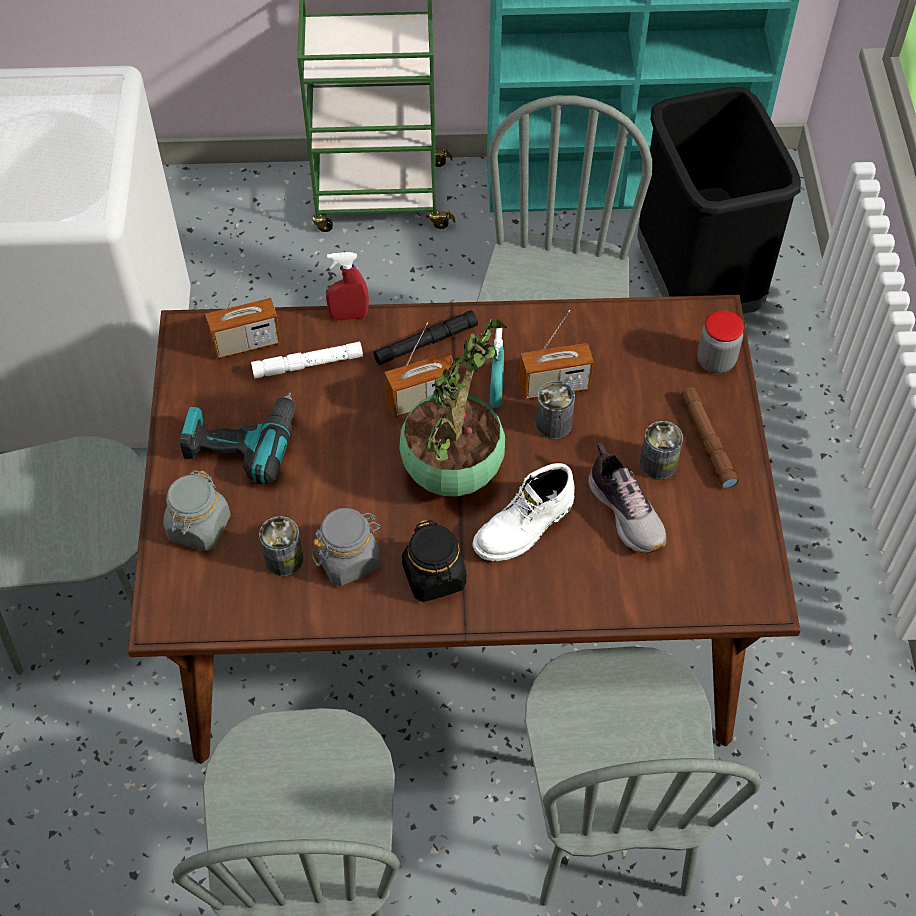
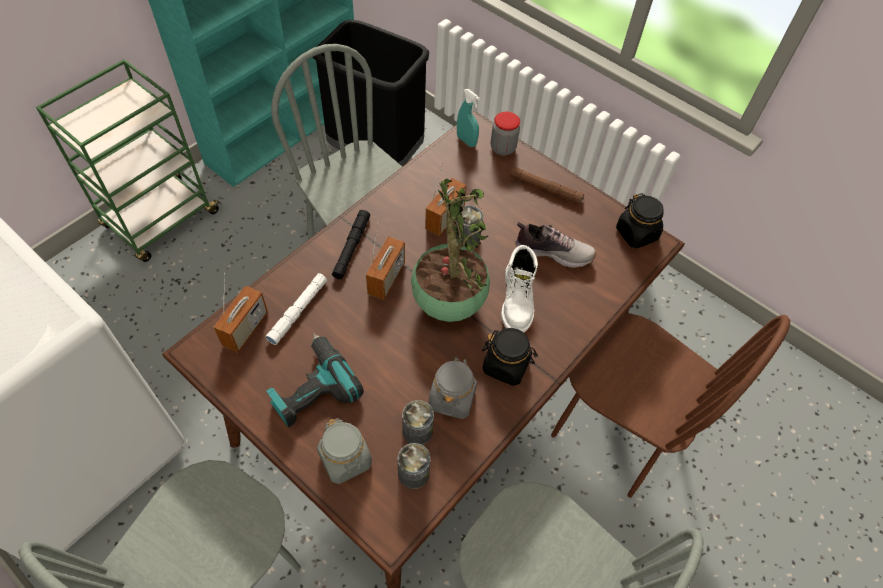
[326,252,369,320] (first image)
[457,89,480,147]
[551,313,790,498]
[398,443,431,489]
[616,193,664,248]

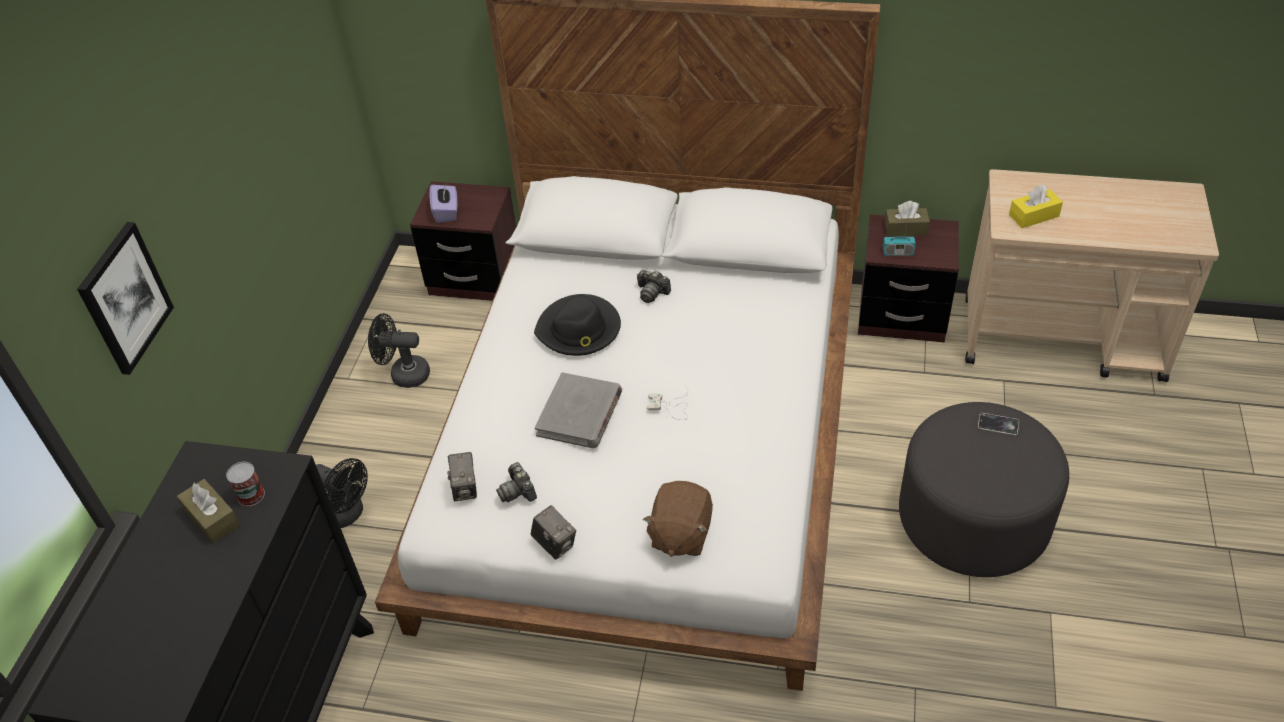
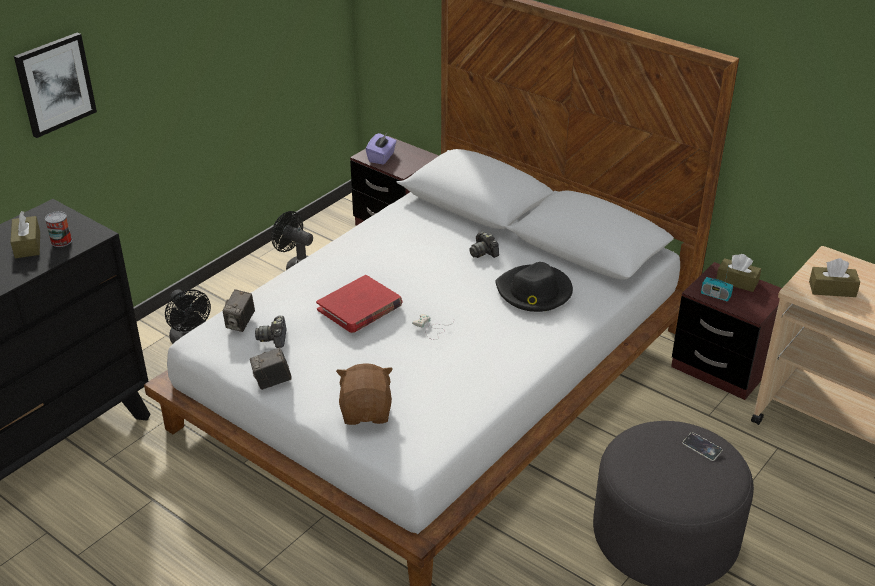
[250,348,292,390]
[496,262,573,312]
[316,275,402,333]
[336,363,393,425]
[809,258,860,297]

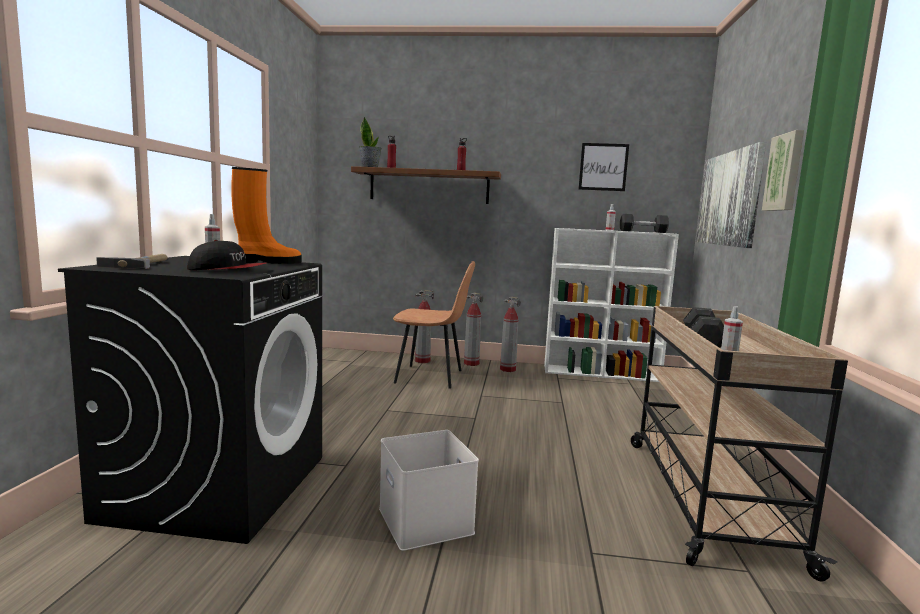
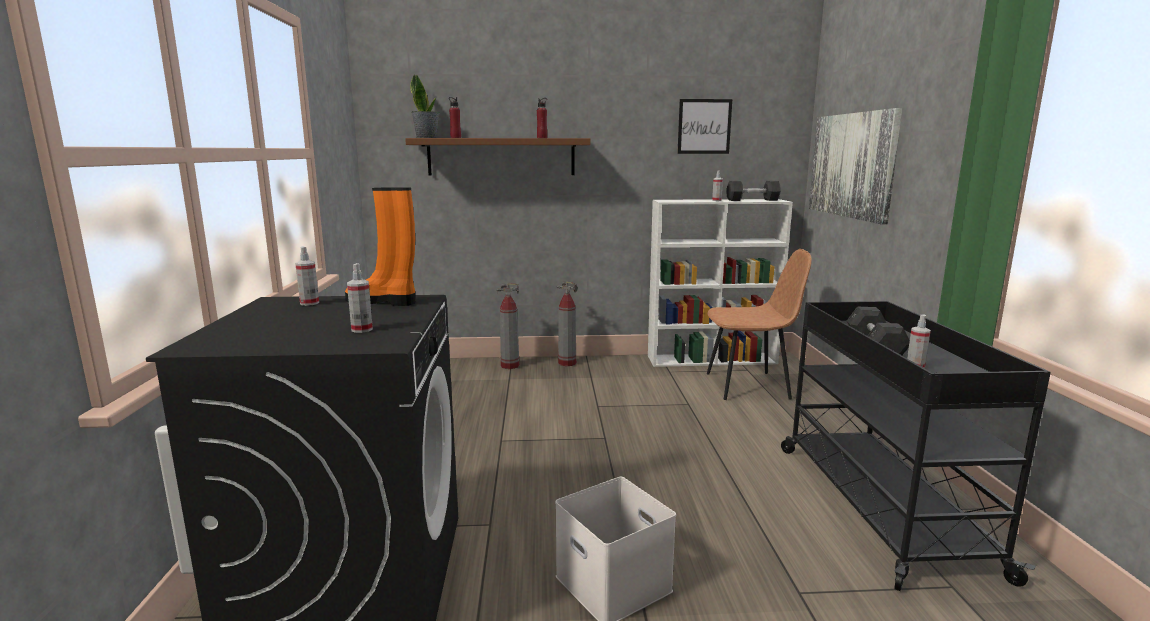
[96,254,168,269] (first image)
[347,263,373,333]
[345,187,415,306]
[707,249,812,400]
[500,297,521,372] (first image)
[781,301,1050,591]
[762,130,804,211] (first image)

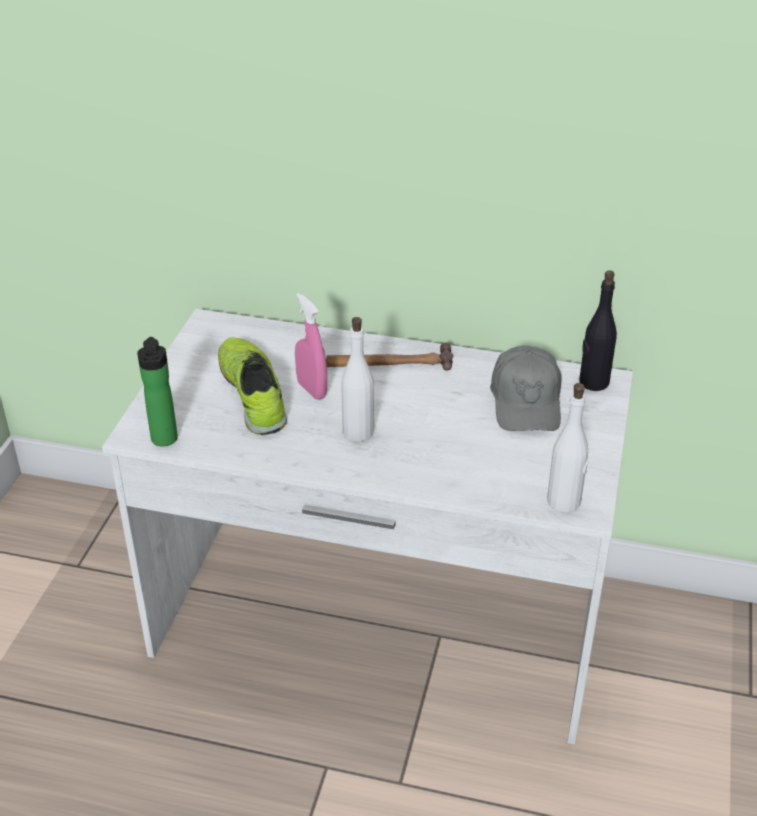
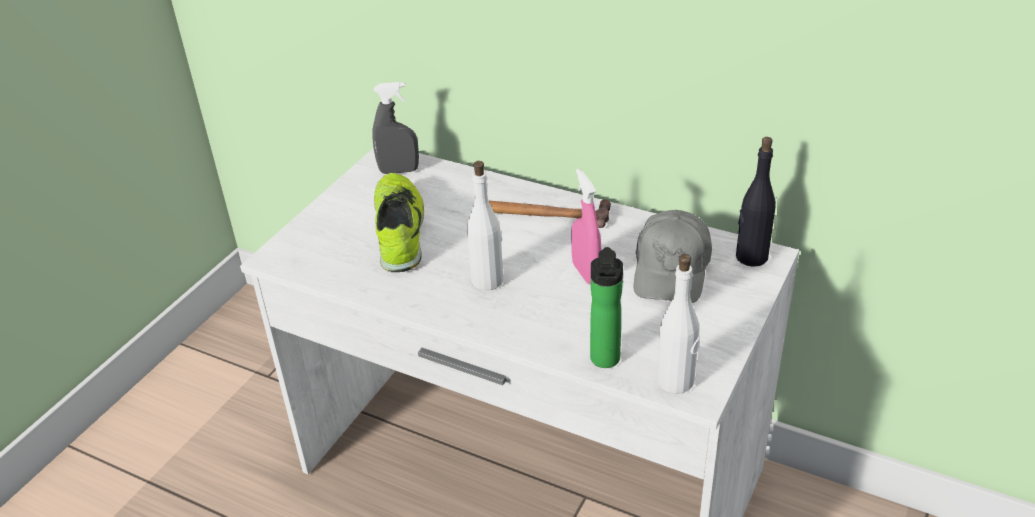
[590,247,623,368]
[571,169,602,285]
[372,82,419,174]

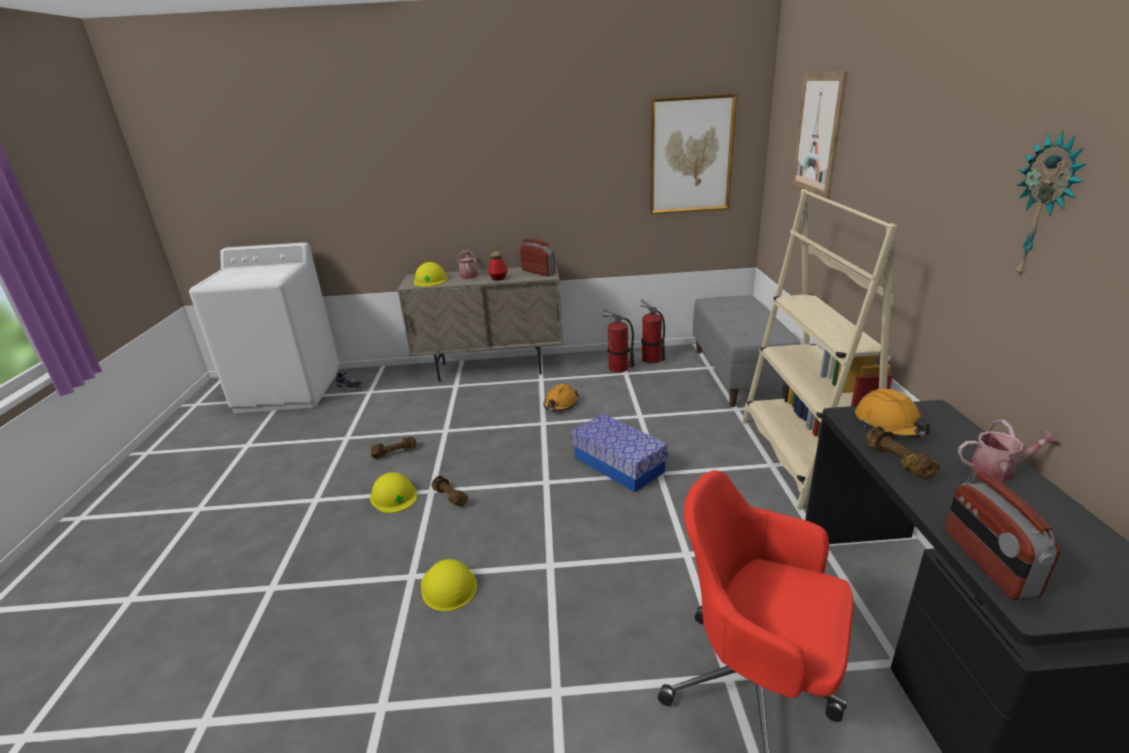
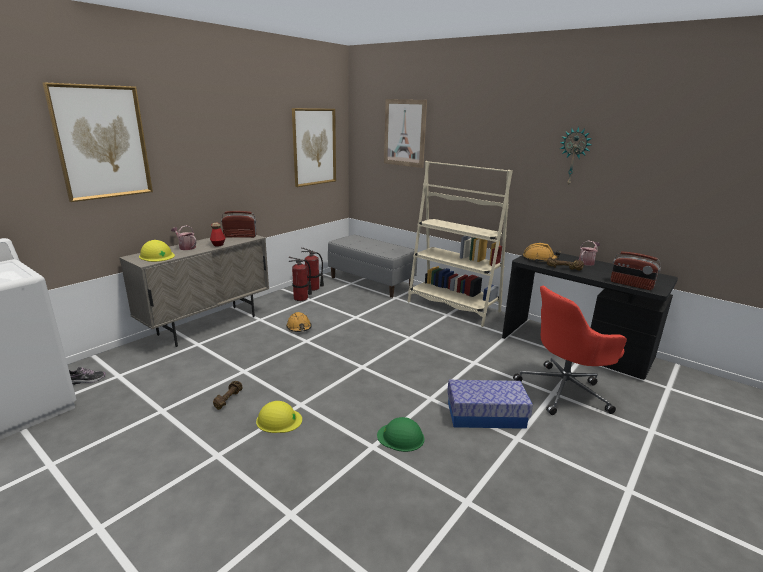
[377,417,424,452]
[431,476,468,506] (first image)
[447,380,533,429]
[43,82,153,202]

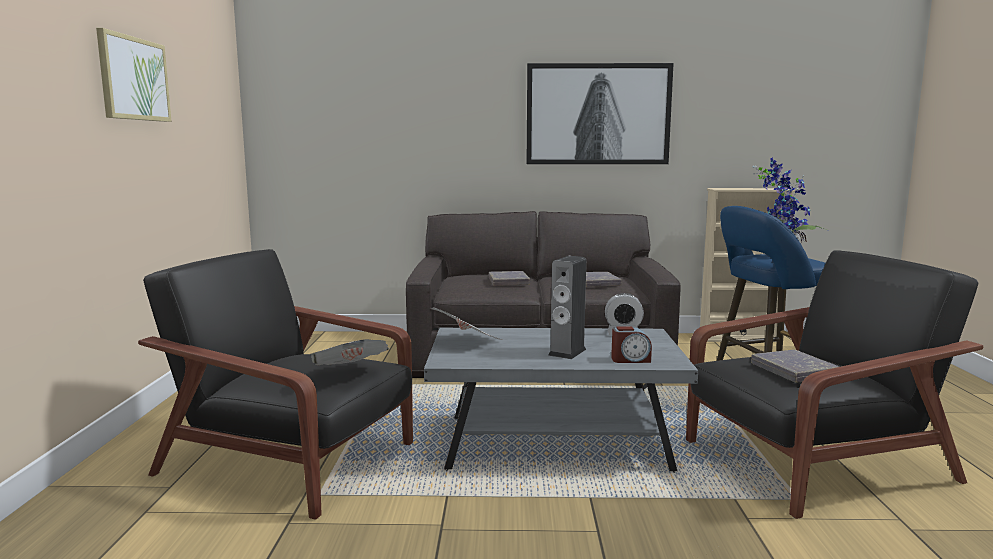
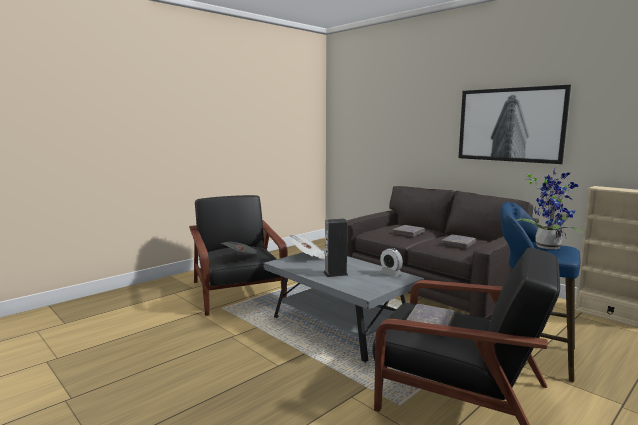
[96,28,172,122] (first image)
[611,326,652,363] (first image)

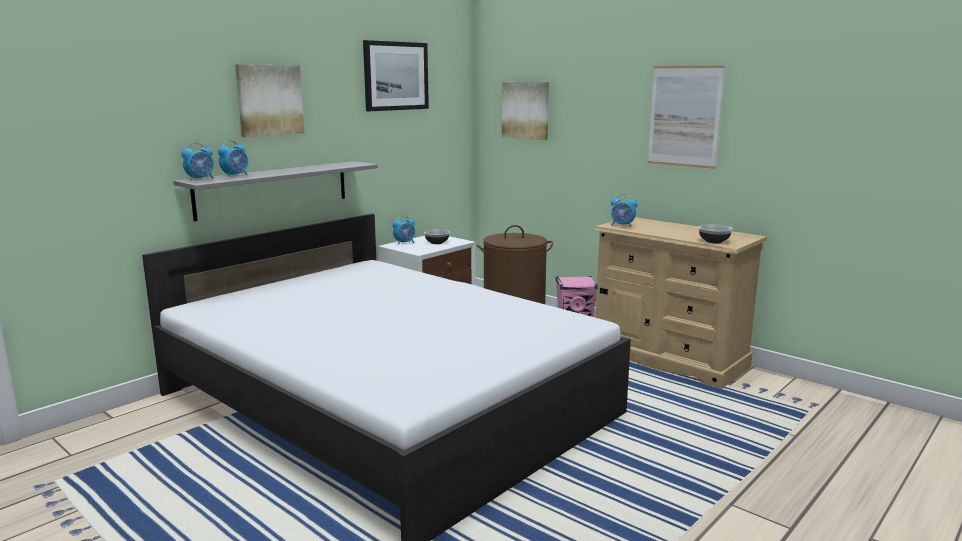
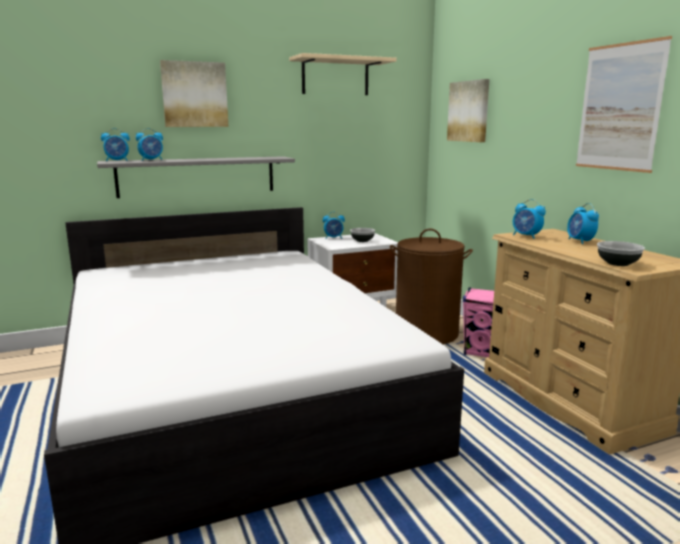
[289,53,397,95]
[567,203,599,244]

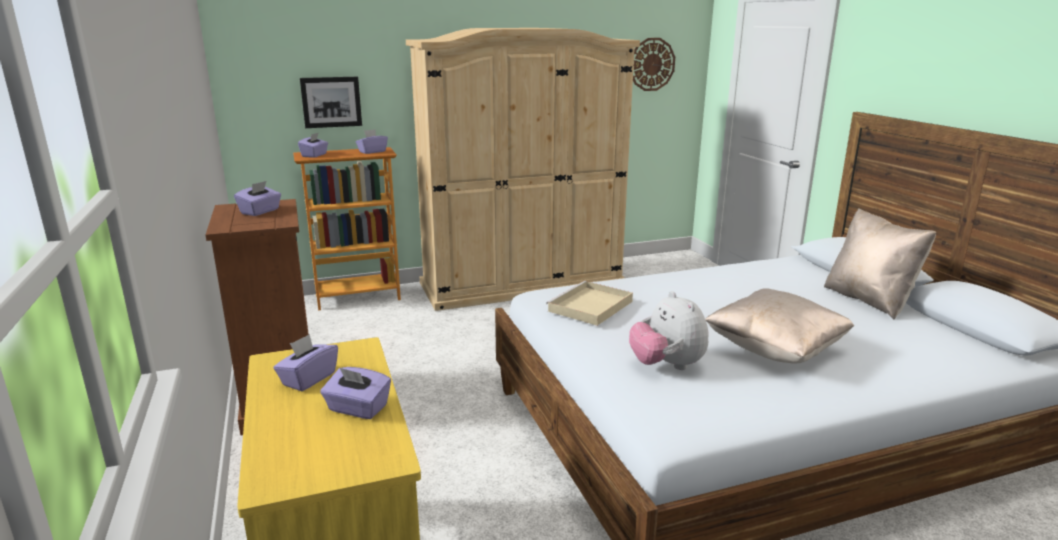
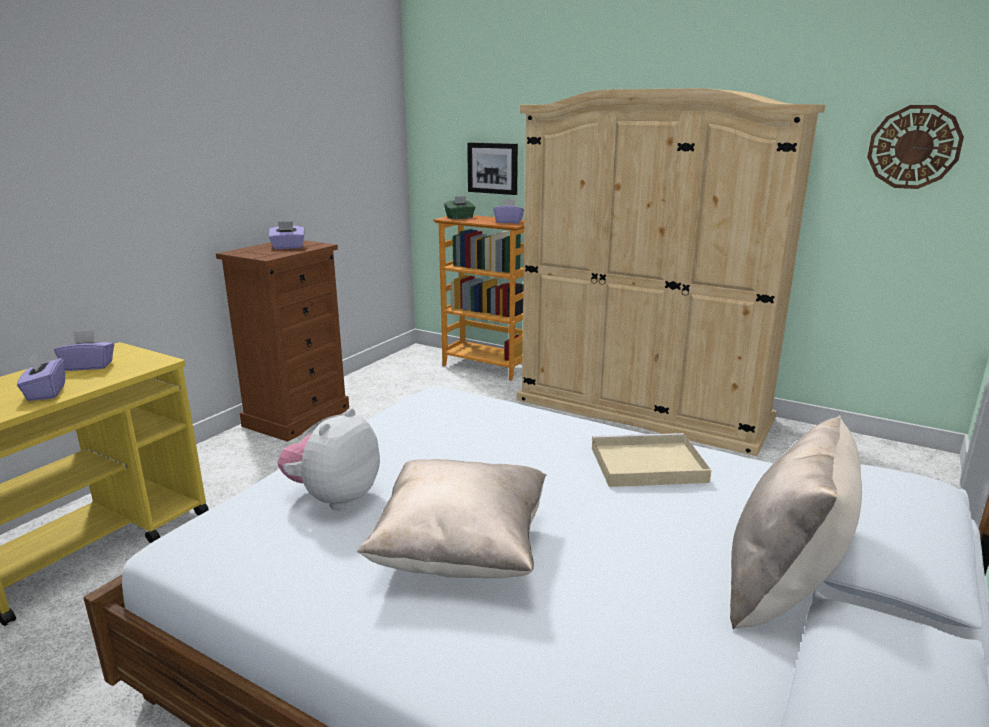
[444,196,476,219]
[592,433,711,487]

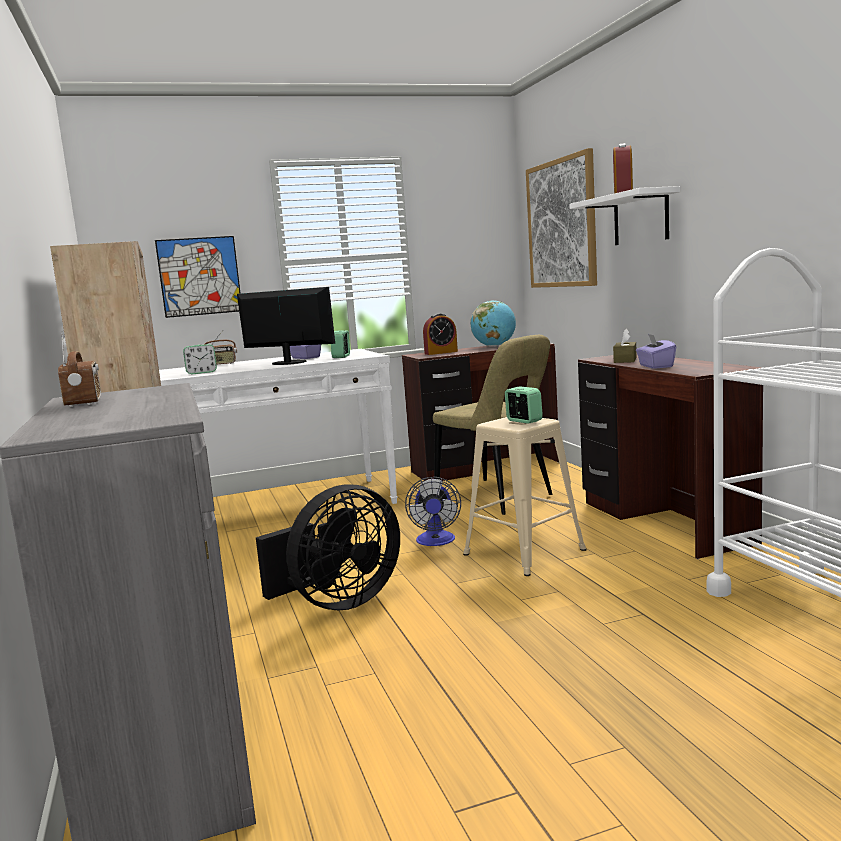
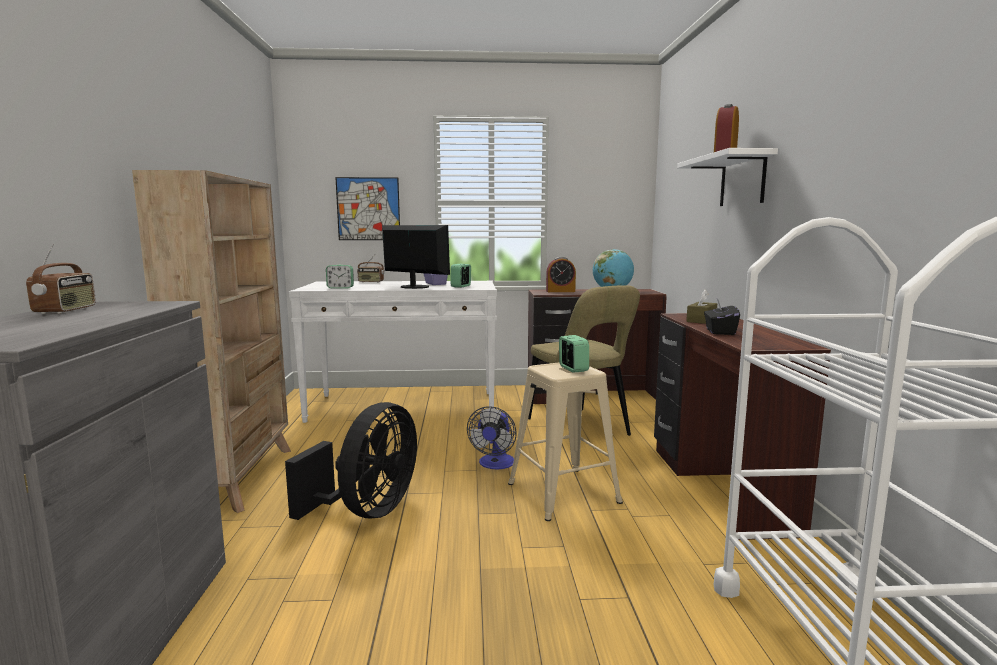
[285,402,417,520]
[526,148,597,288] (first image)
[704,299,740,335]

